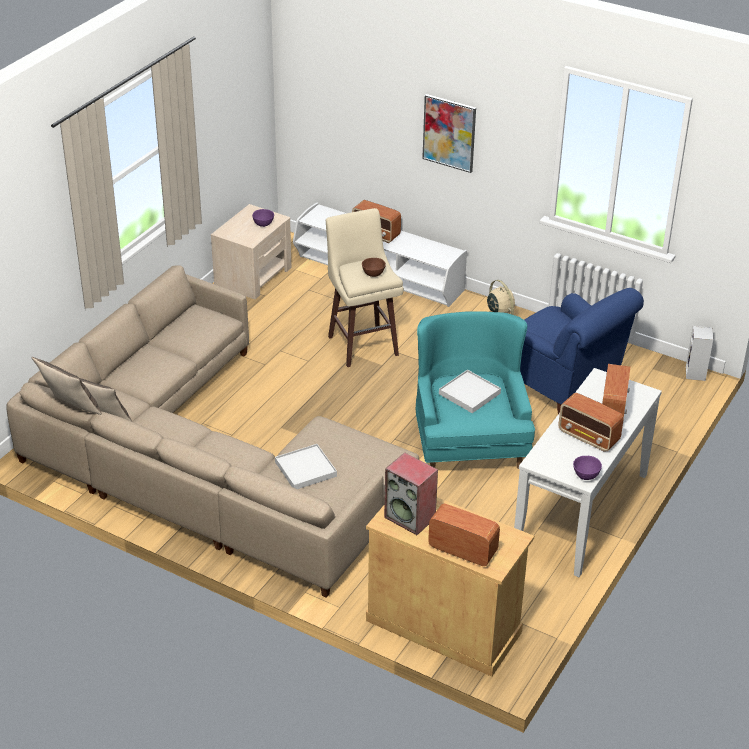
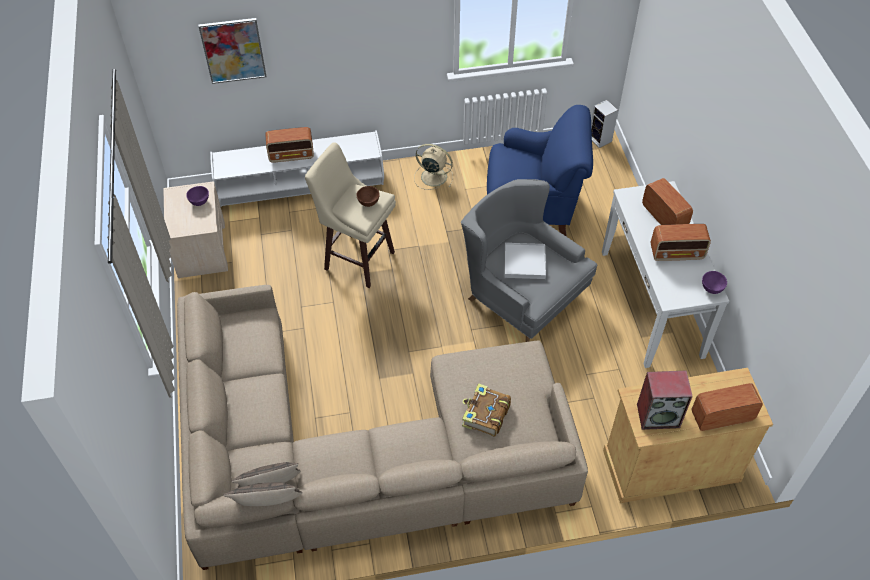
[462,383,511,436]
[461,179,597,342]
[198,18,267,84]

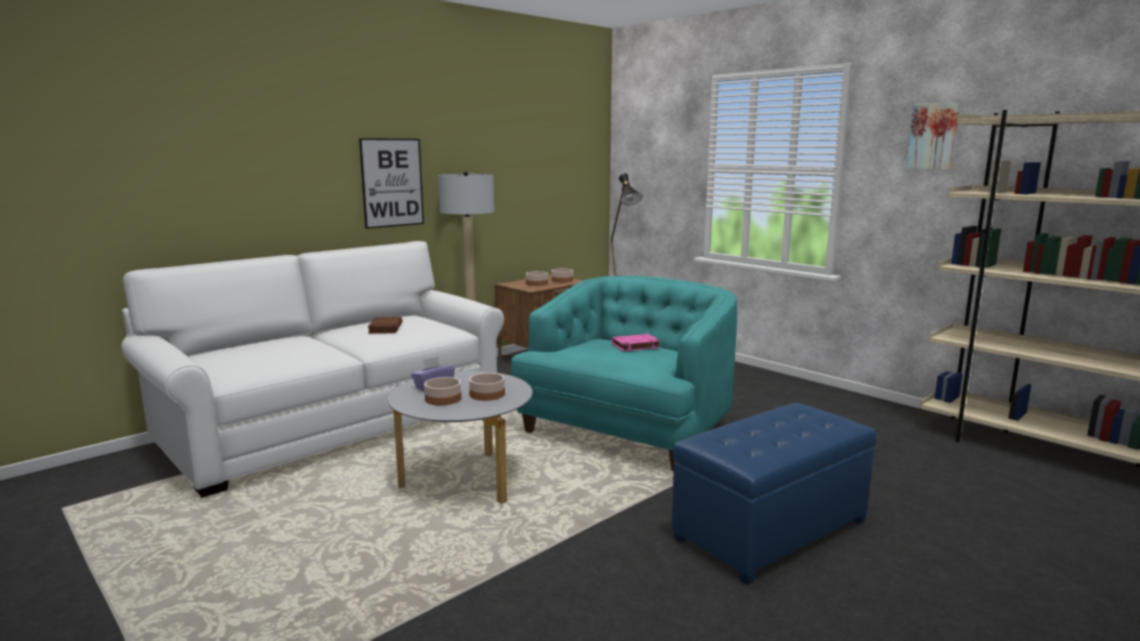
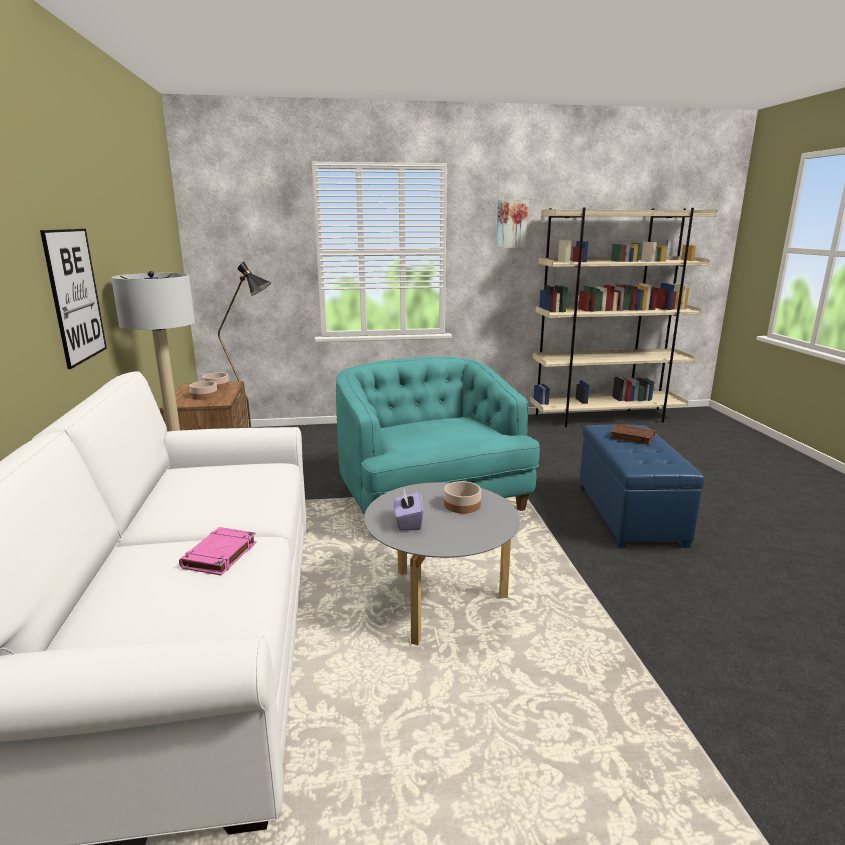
[610,424,655,445]
[424,377,461,406] (first image)
[179,527,257,575]

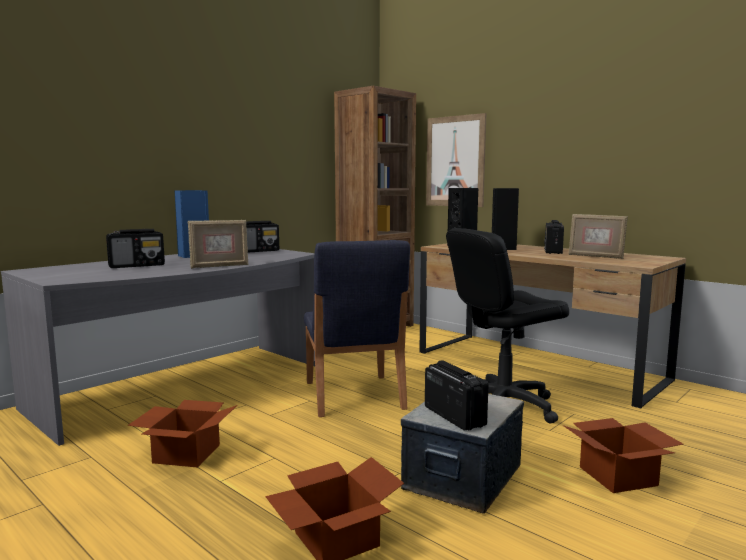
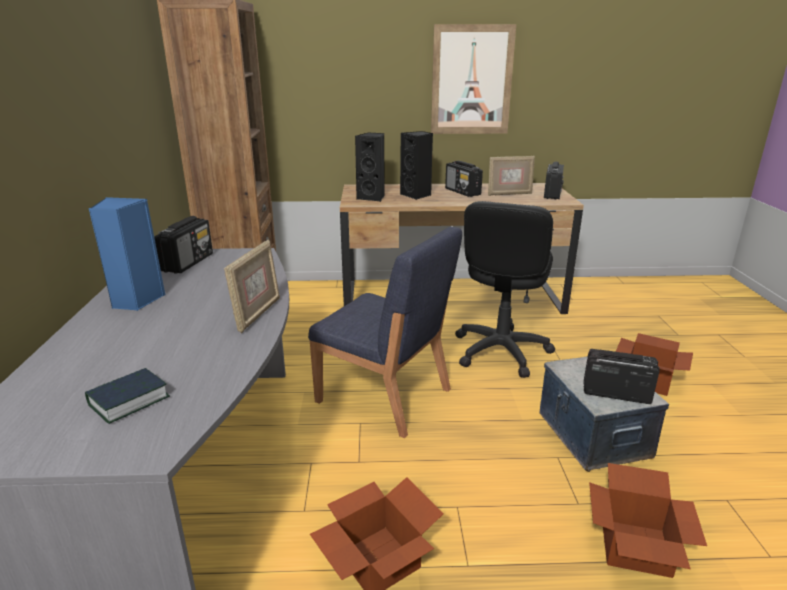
[544,162,564,200]
[431,24,516,134]
[85,368,170,424]

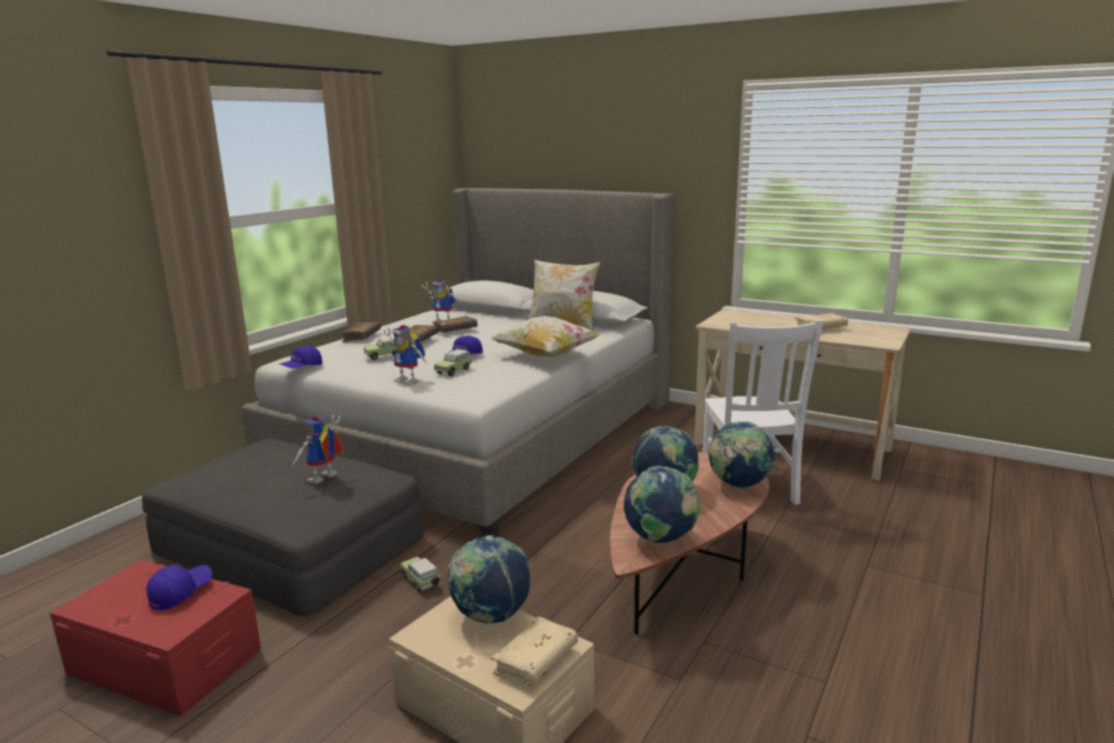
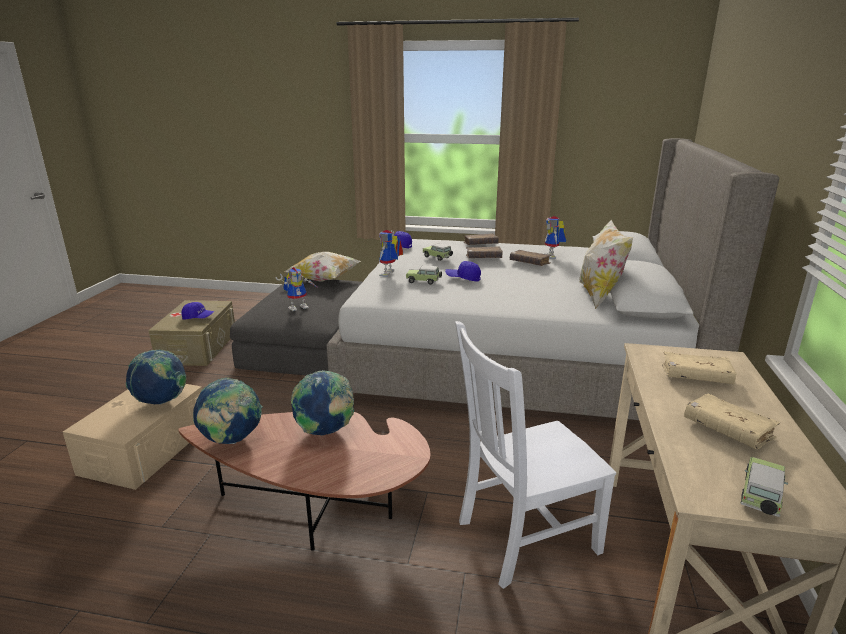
[148,300,235,366]
[275,267,317,311]
[740,457,788,517]
[284,252,361,281]
[662,352,737,384]
[708,421,776,489] (first image)

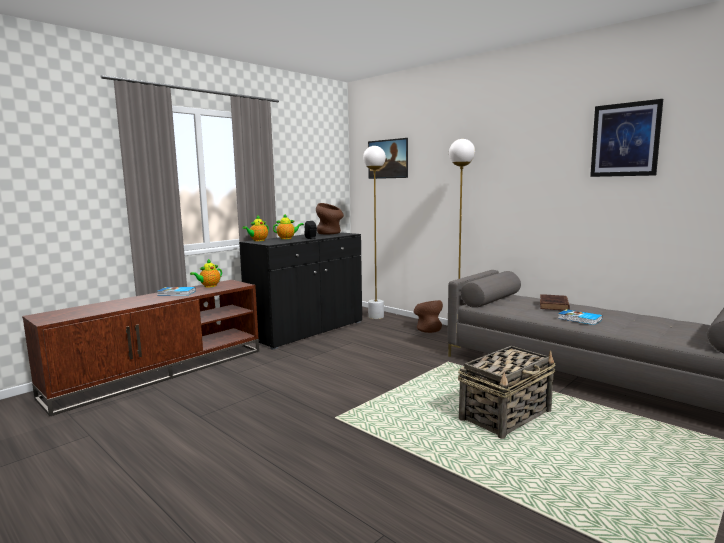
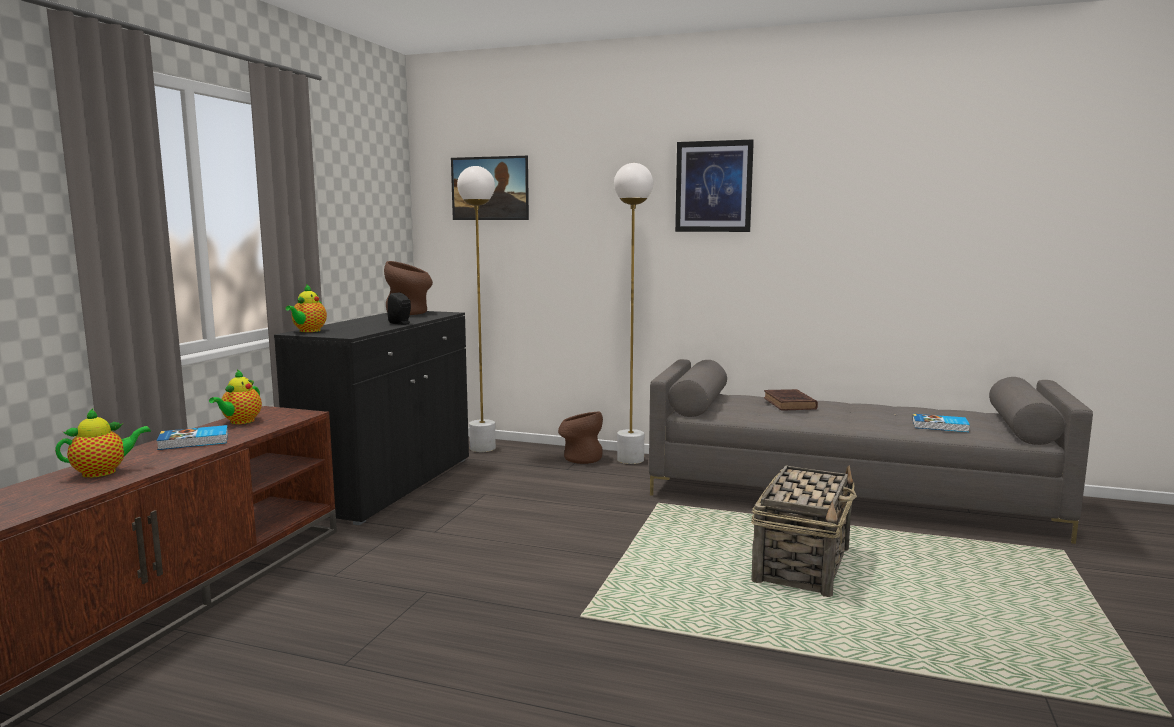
[55,408,151,478]
[912,414,970,432]
[675,139,754,232]

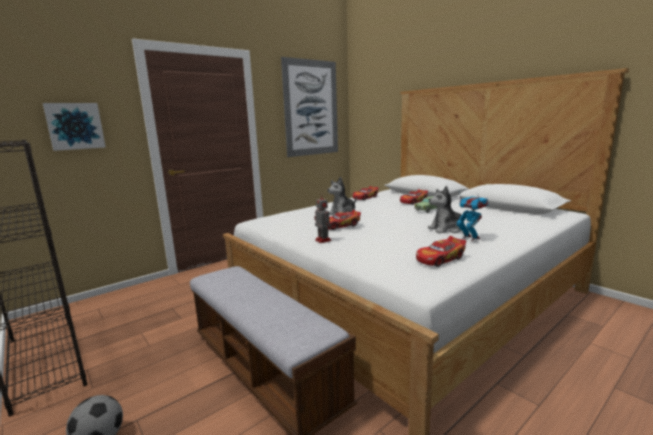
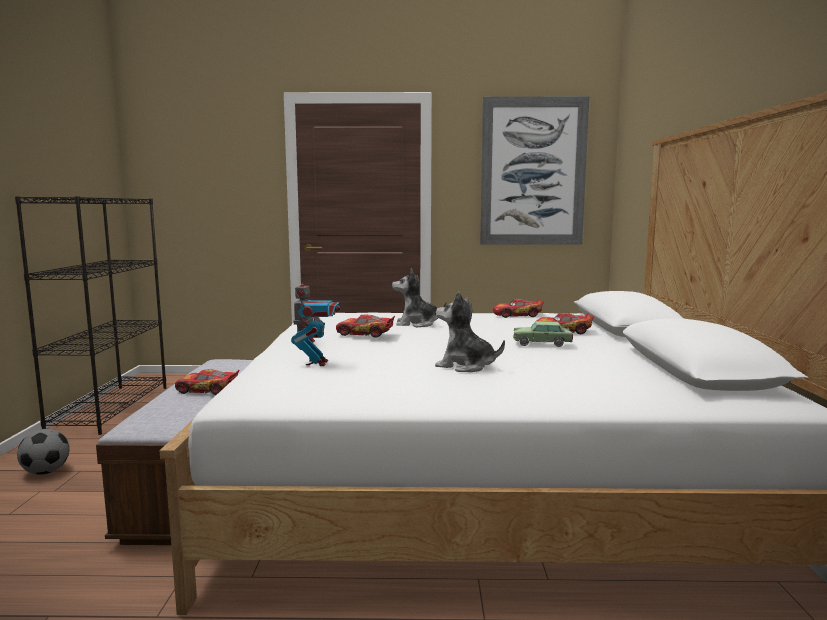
[43,103,106,151] (first image)
[175,369,239,395]
[291,288,340,366]

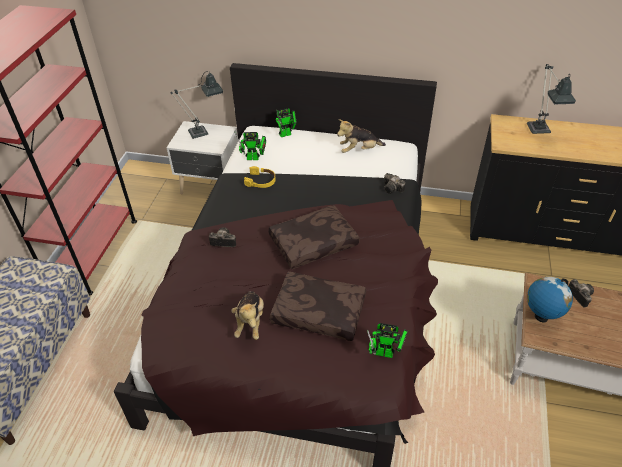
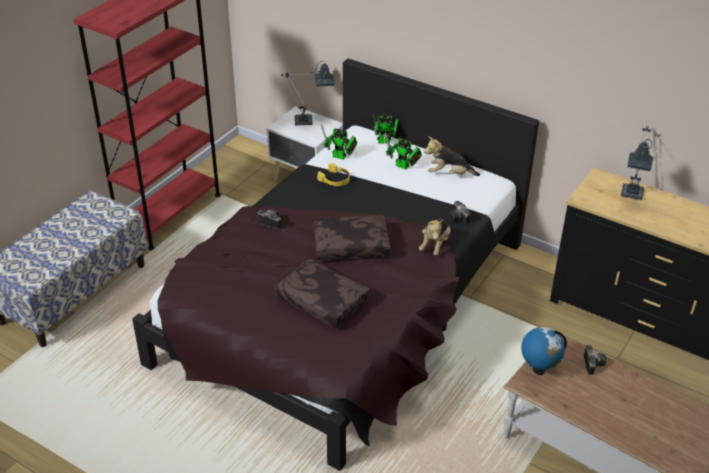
[419,219,451,256]
[385,132,422,170]

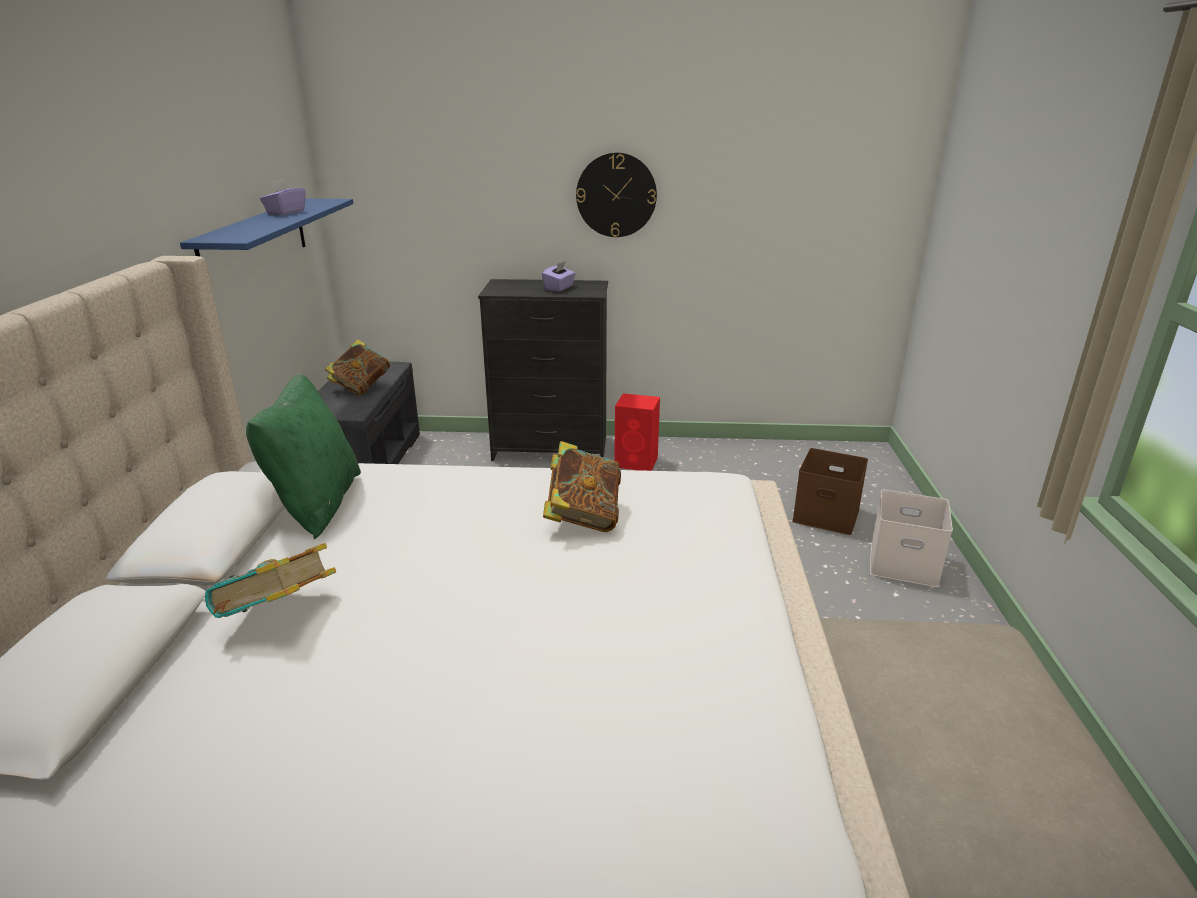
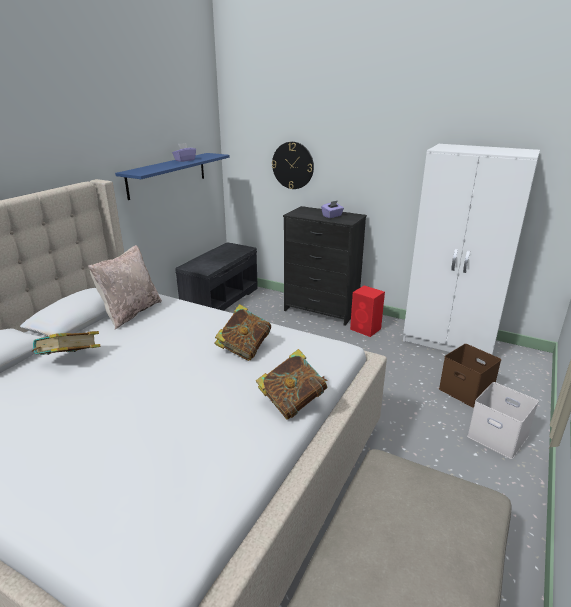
[88,245,162,329]
[256,349,328,420]
[272,142,314,189]
[403,144,540,359]

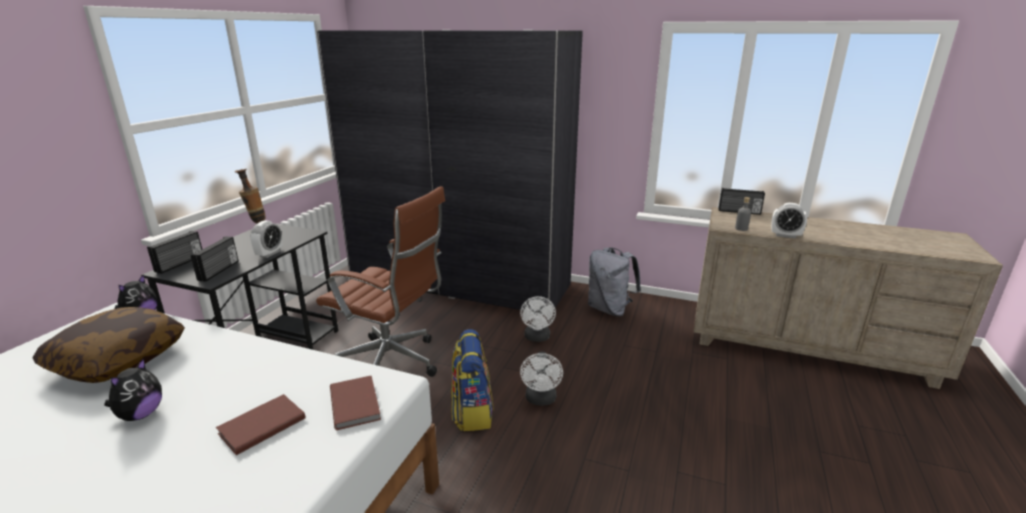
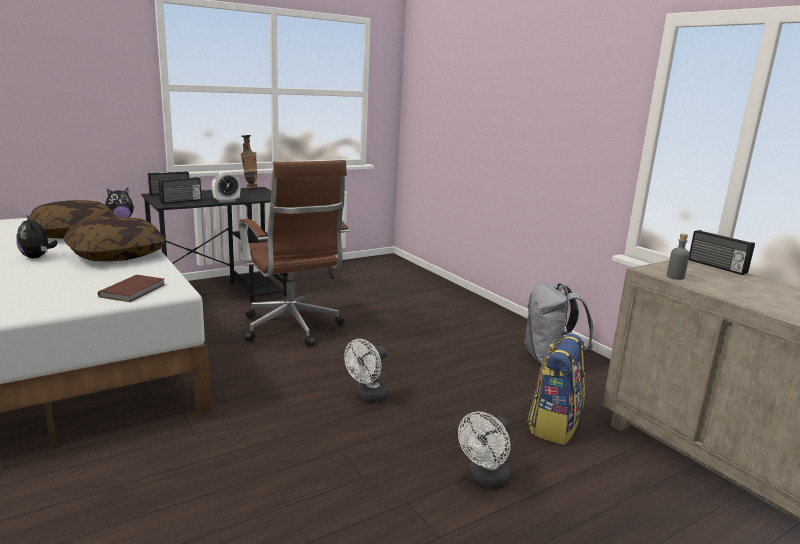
[16,215,58,258]
[216,394,306,455] (first image)
[317,30,583,311] (first image)
[527,334,585,445]
[458,411,511,490]
[771,203,807,238] (first image)
[63,217,165,262]

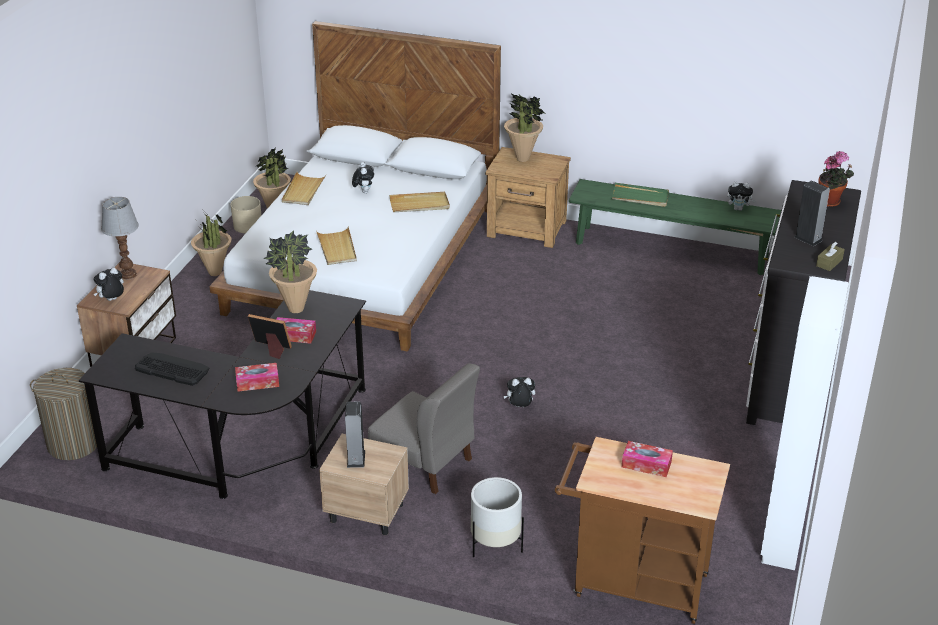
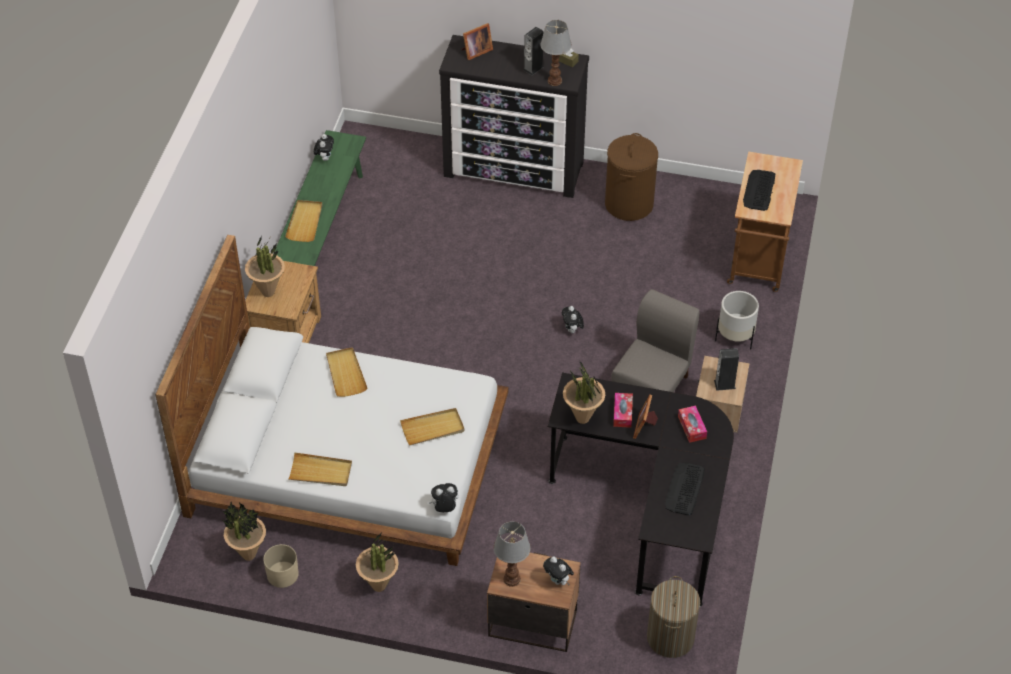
[429,483,458,512]
[285,200,322,242]
[743,170,775,211]
[761,276,849,570] (first image)
[462,23,493,60]
[540,20,572,86]
[605,133,658,221]

